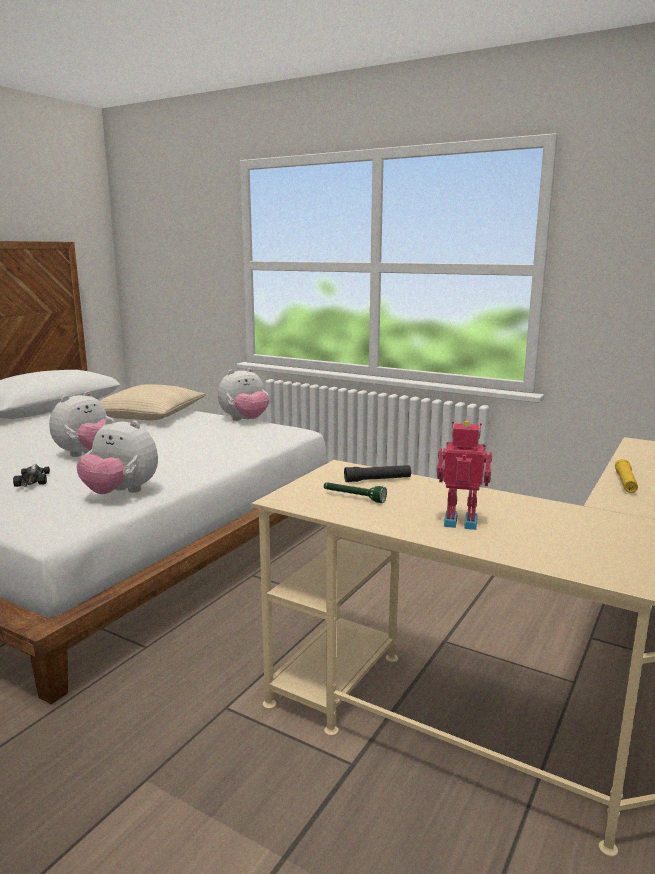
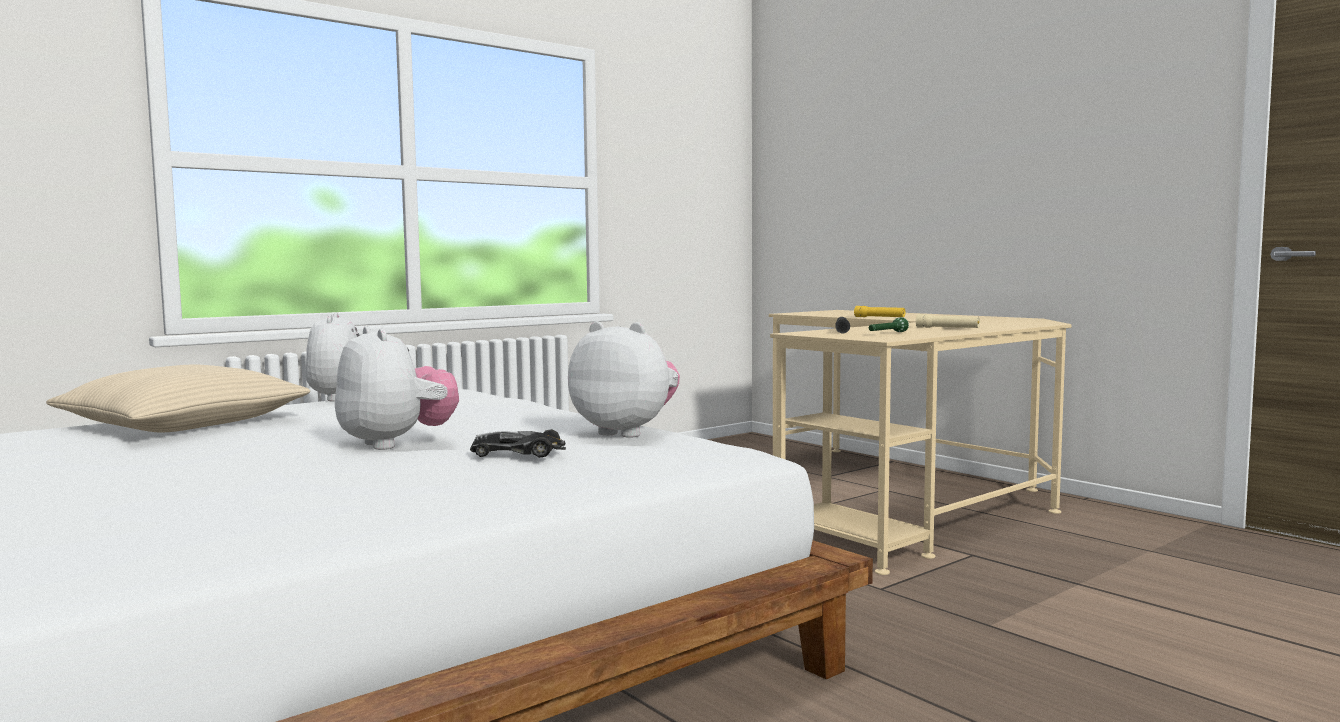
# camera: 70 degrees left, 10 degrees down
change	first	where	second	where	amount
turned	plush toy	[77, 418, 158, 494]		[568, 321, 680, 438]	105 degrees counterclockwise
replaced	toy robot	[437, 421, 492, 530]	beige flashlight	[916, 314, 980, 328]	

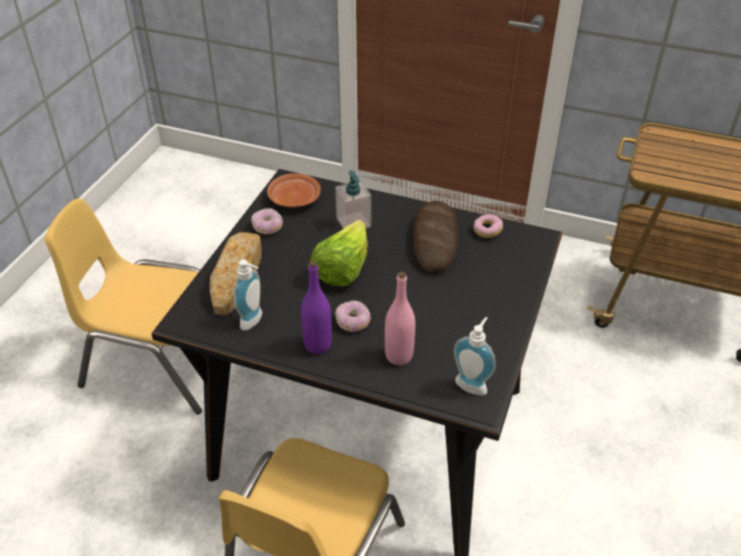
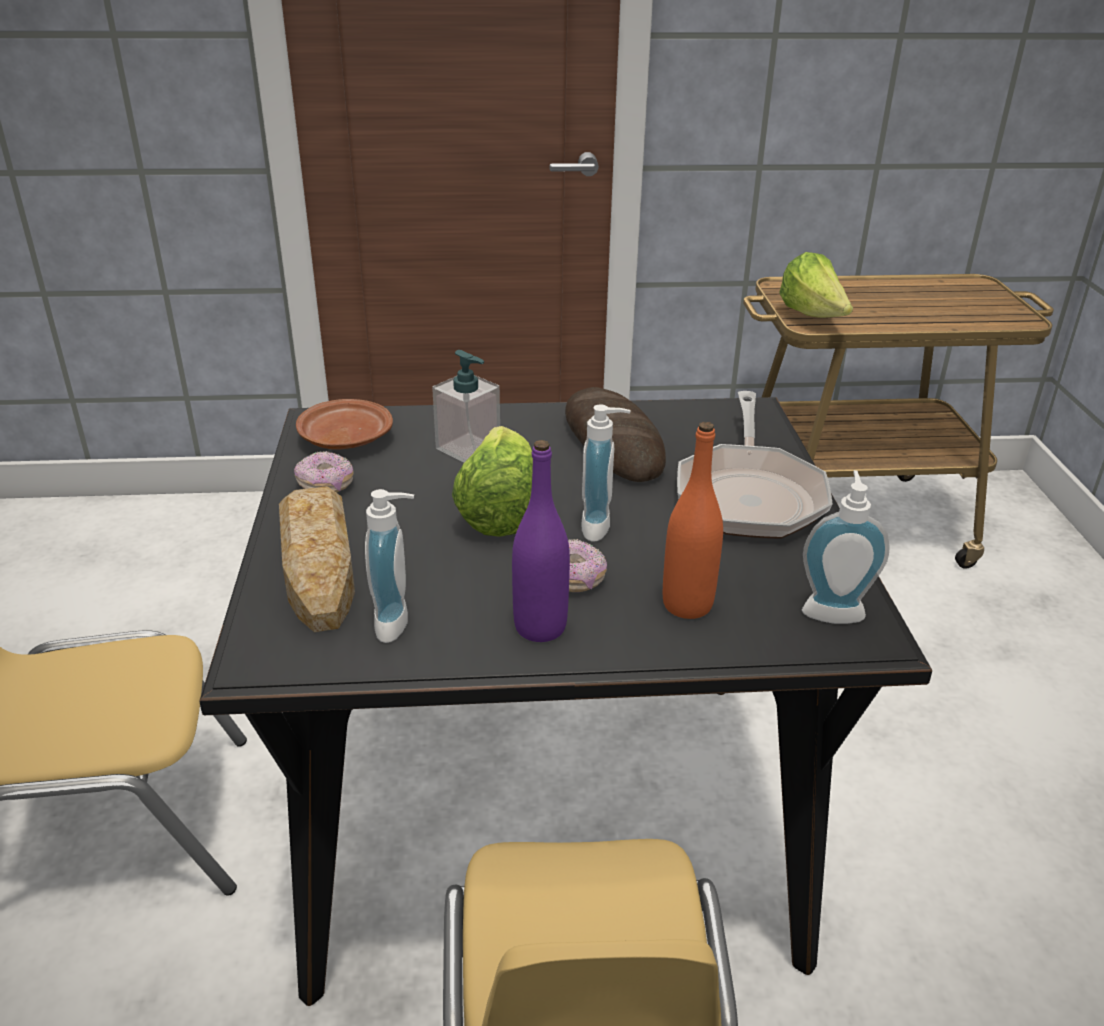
# camera: 25 degrees left, 10 degrees down
change	first	where	second	where	amount
added			soap dispenser	[581, 405, 631, 542]	
recoloured	pink bottle	[385, 271, 415, 365]	orange bottle	[663, 422, 723, 619]	
added			frying pan	[677, 391, 833, 539]	
added			lettuce	[779, 252, 853, 318]	
removed	donut	[473, 214, 503, 238]			

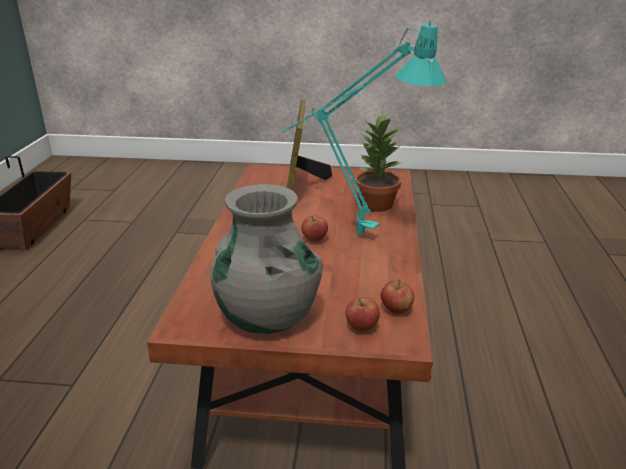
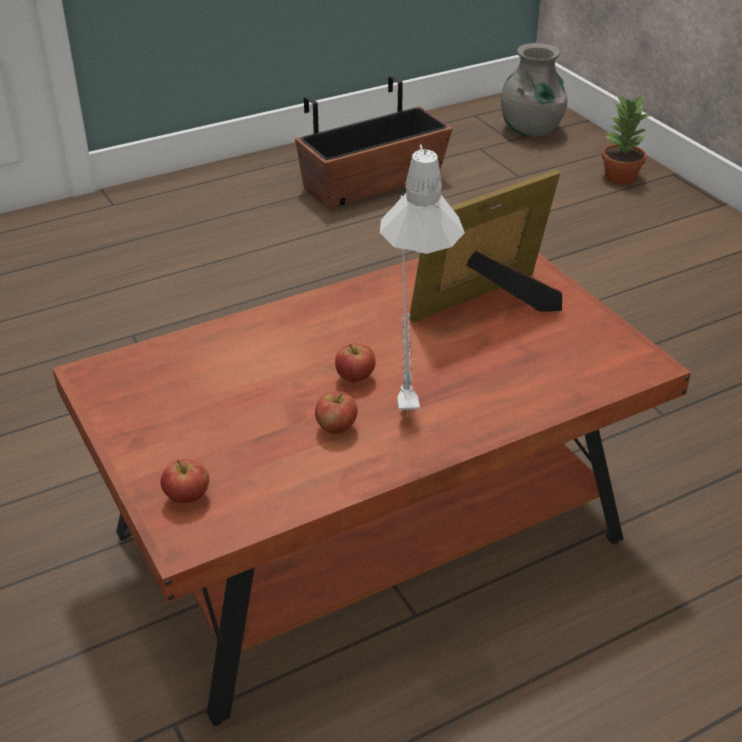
# camera: 55 degrees right, 10 degrees up
change	first	where	second	where	amount
moved	apple	[381, 279, 414, 315]		[315, 391, 357, 434]	
recoloured	turquoise table lamp	[282, 21, 446, 236]	grey table lamp	[380, 145, 465, 417]	
moved	grey vase	[210, 184, 323, 334]		[501, 43, 567, 137]	
moved	potted plant	[355, 113, 401, 212]		[602, 95, 651, 184]	

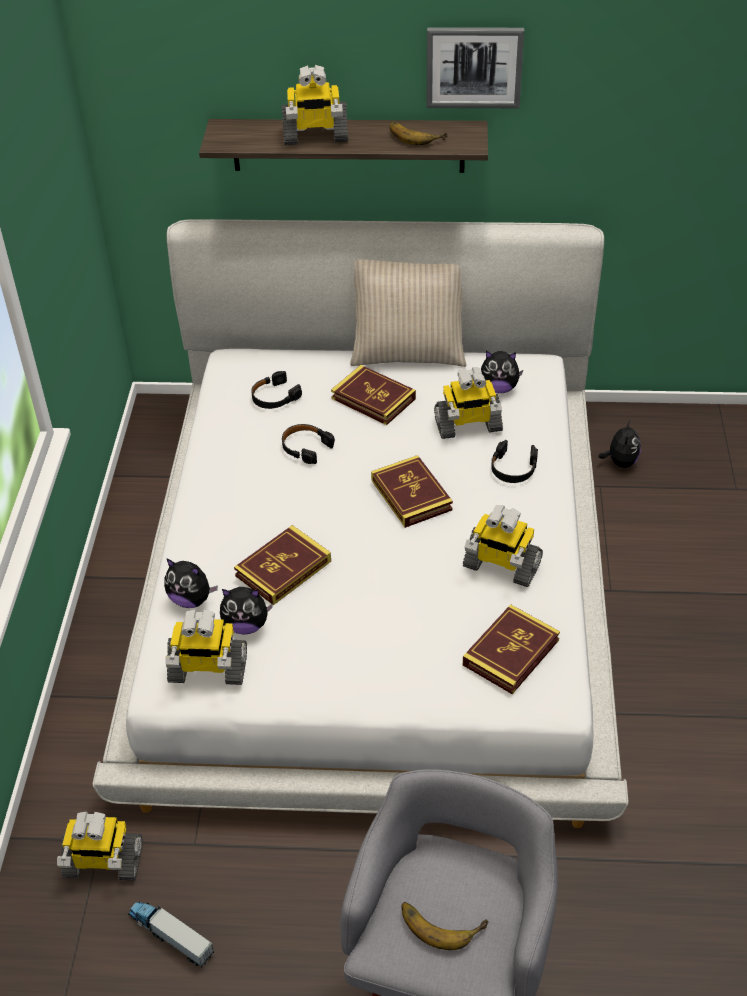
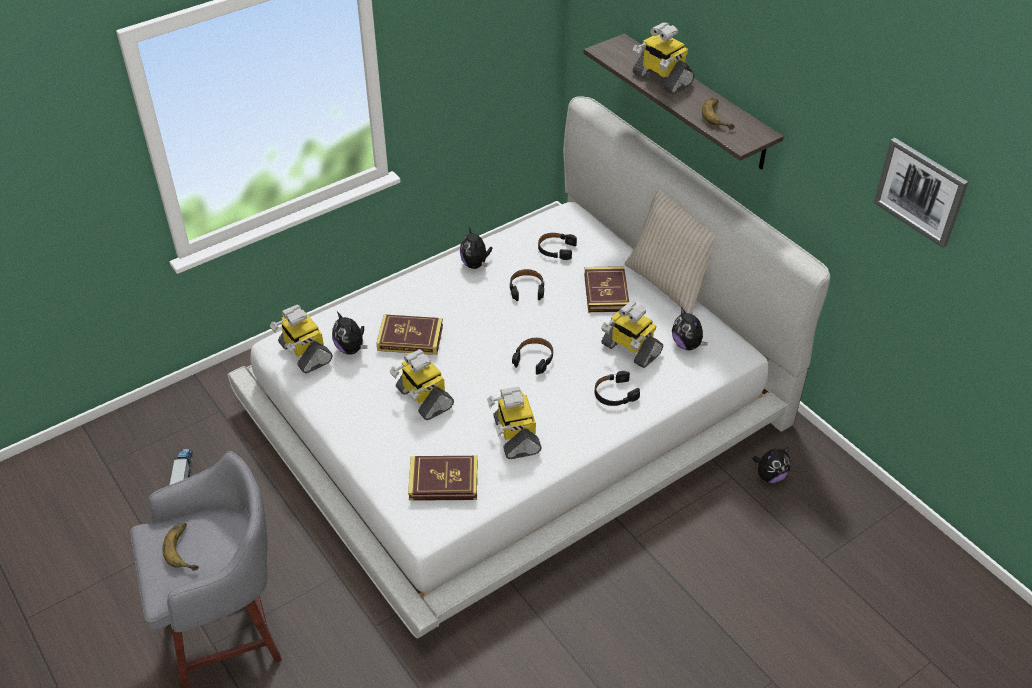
# camera: 50 degrees right, 0 degrees up
change	first	where	second	where	amount
moved	toy robot	[57, 812, 143, 881]		[390, 349, 454, 420]	
moved	plush toy	[164, 558, 218, 608]		[460, 227, 492, 269]	
replaced	book	[371, 455, 453, 528]	black headphones	[512, 338, 553, 375]	
moved	picture	[426, 27, 524, 108]		[874, 138, 968, 248]	

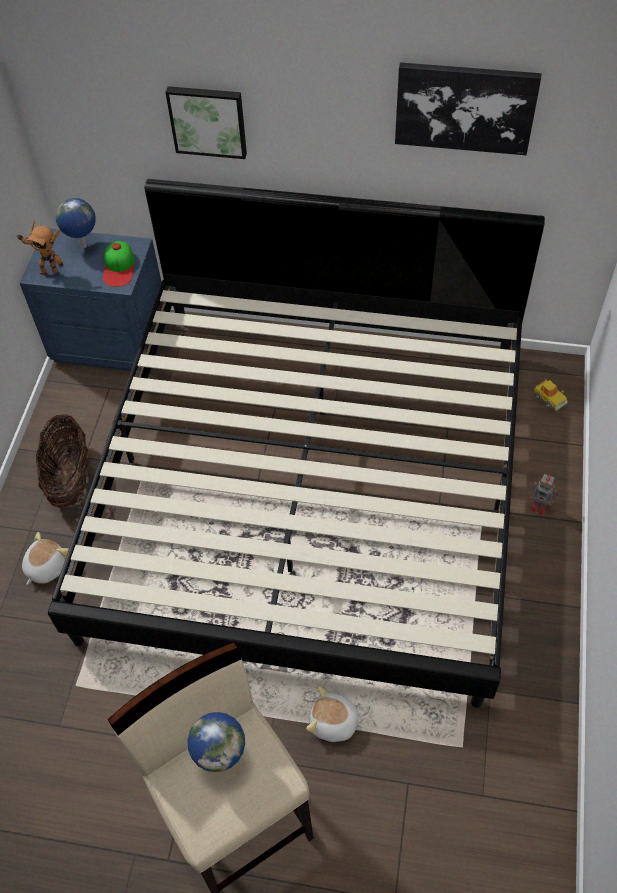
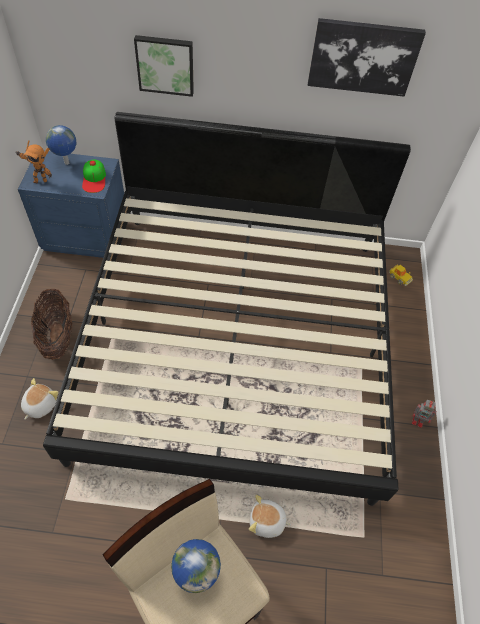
# camera: 10 degrees left, 0 degrees up
change	first	where	second	where	amount
moved	toy robot	[529, 474, 559, 515]		[412, 400, 436, 428]	

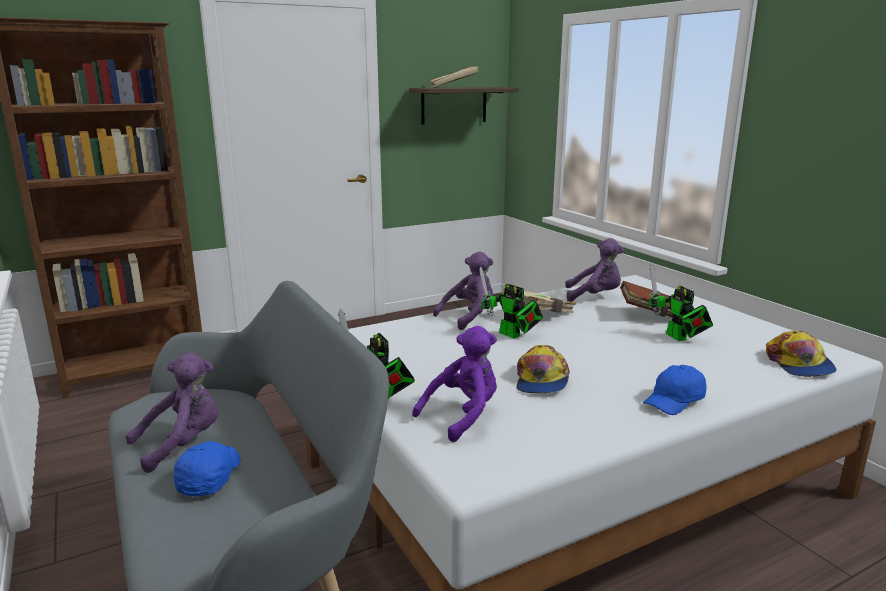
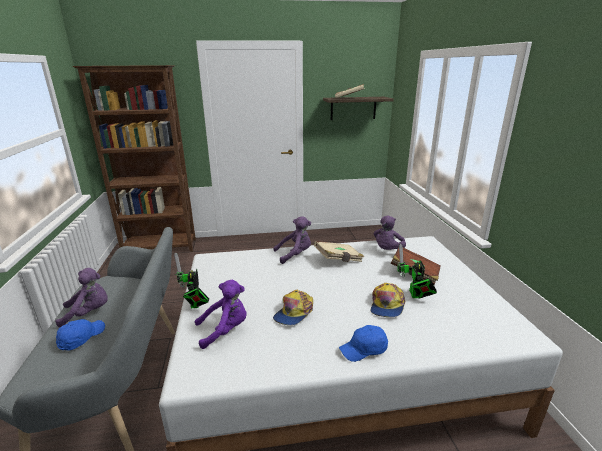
# camera: 20 degrees right, 5 degrees up
change	first	where	second	where	amount
moved	cap	[766, 331, 837, 377]		[370, 283, 405, 317]	
turned	purple plush toy	[565, 238, 624, 302]		[374, 216, 406, 250]	90 degrees clockwise
removed	toy robot	[479, 267, 543, 338]			

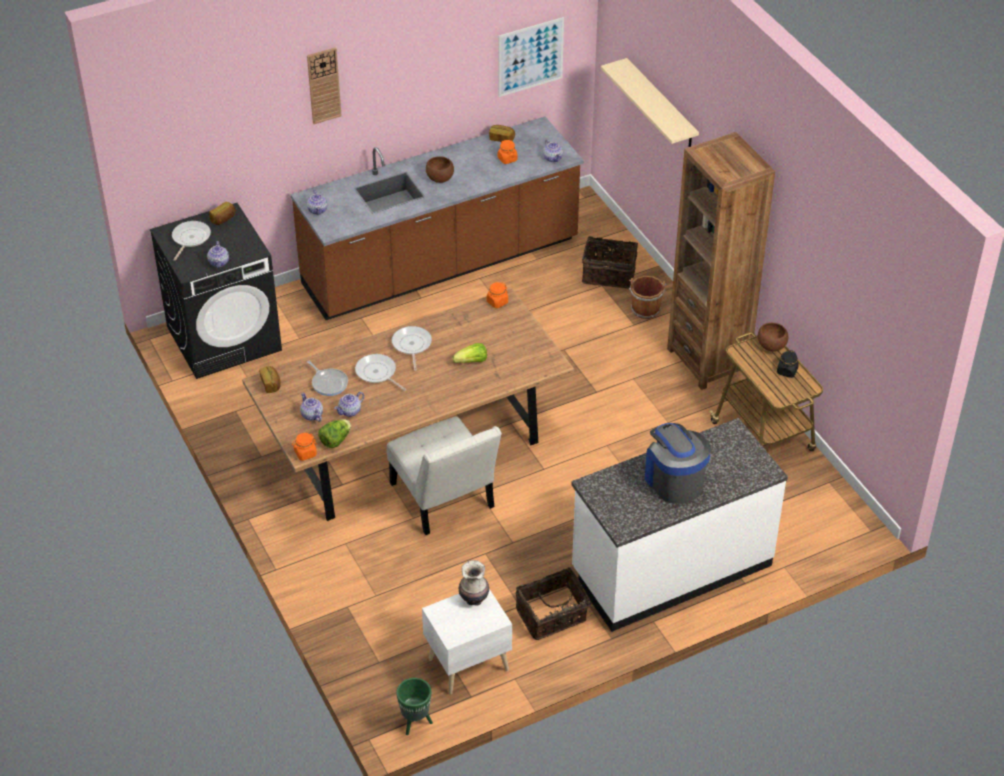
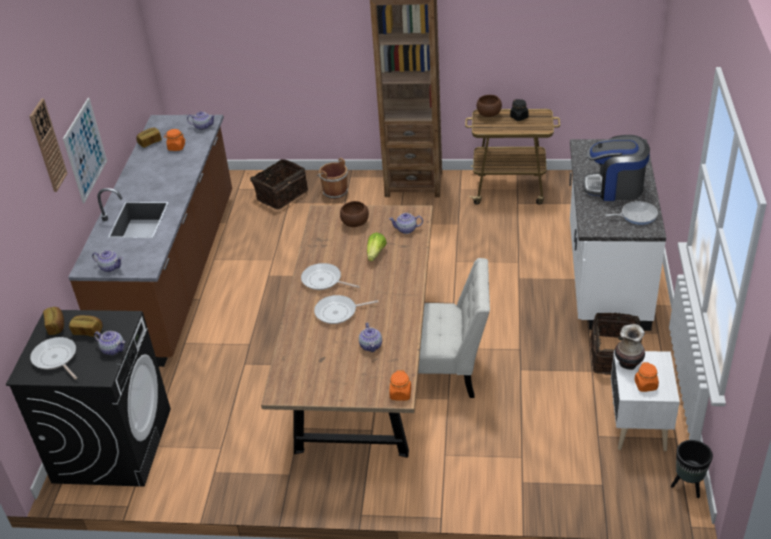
# camera: 55 degrees left, 5 degrees down
change	first	where	second	where	amount
moved	picture	[498, 17, 564, 97]		[63, 98, 107, 203]	
moved	bread	[259, 366, 281, 393]		[69, 315, 103, 337]	
moved	brown bowl	[426, 156, 454, 183]		[340, 201, 369, 227]	
moved	teapot	[300, 393, 323, 422]		[389, 213, 423, 234]	
moved	frying pan	[307, 361, 348, 396]		[605, 201, 658, 225]	
moved	orange jar	[487, 282, 508, 308]		[634, 362, 659, 392]	
recoloured	green planter	[396, 678, 433, 735]	black planter	[671, 440, 713, 498]	
removed	lettuce	[318, 419, 351, 448]			
removed	beige shelf	[601, 58, 699, 147]			

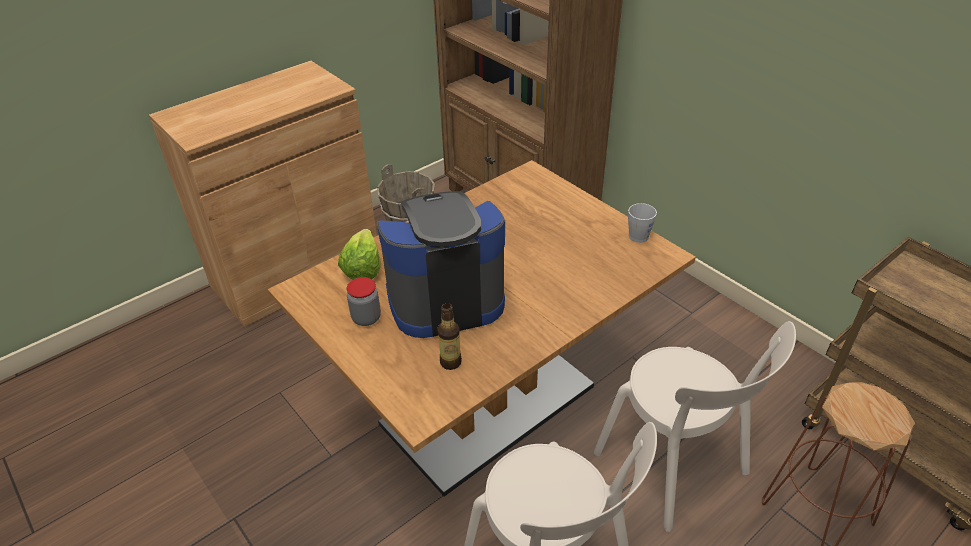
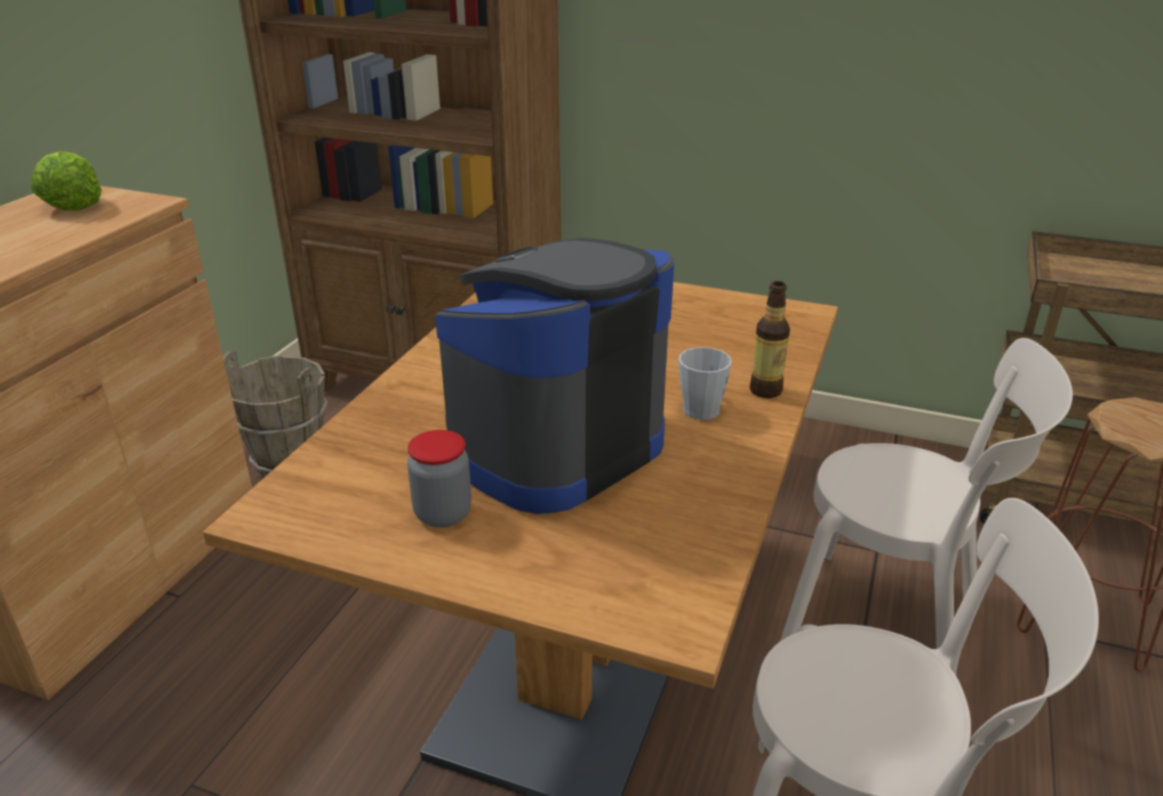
# camera: 30 degrees left, 10 degrees down
change	first	where	second	where	amount
moved	lettuce	[338, 229, 381, 280]		[31, 151, 102, 211]	
moved	grey mug	[628, 203, 657, 243]		[679, 347, 732, 420]	
moved	bottle	[437, 303, 462, 370]		[750, 281, 790, 398]	

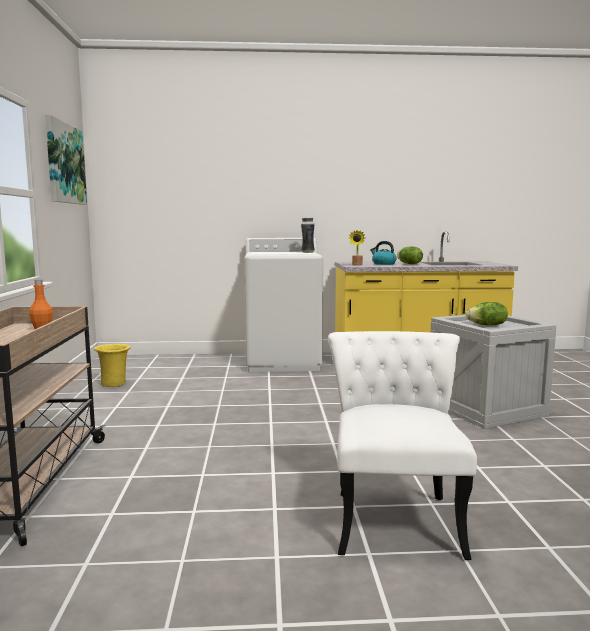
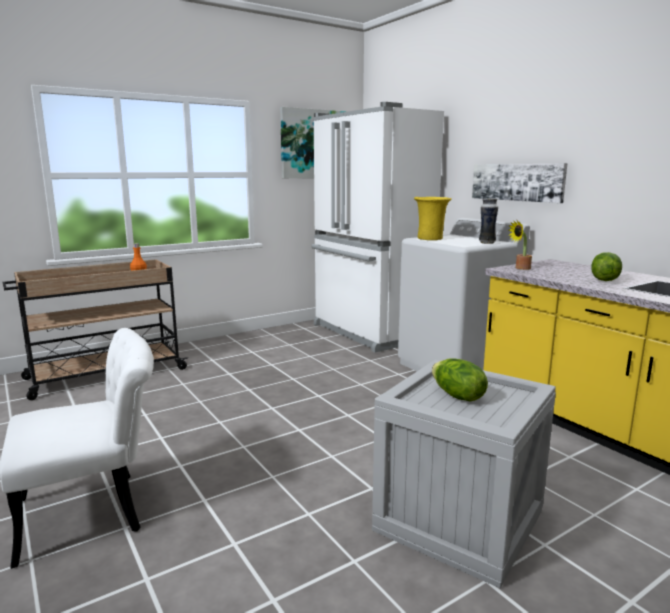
# camera: 60 degrees right, 5 degrees up
change	first	where	second	where	amount
added			white fridge	[311, 102, 444, 352]	
moved	yellow vase	[94, 344, 131, 387]		[414, 197, 452, 240]	
added			picture	[472, 163, 567, 203]	
removed	kettle	[370, 241, 397, 265]			

